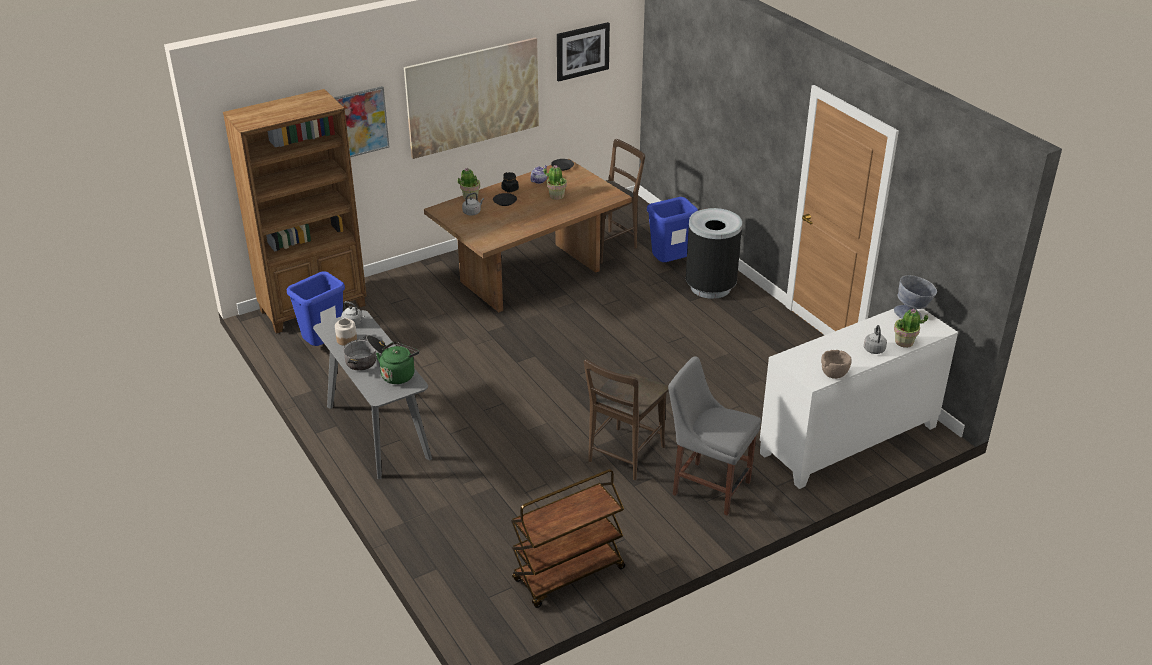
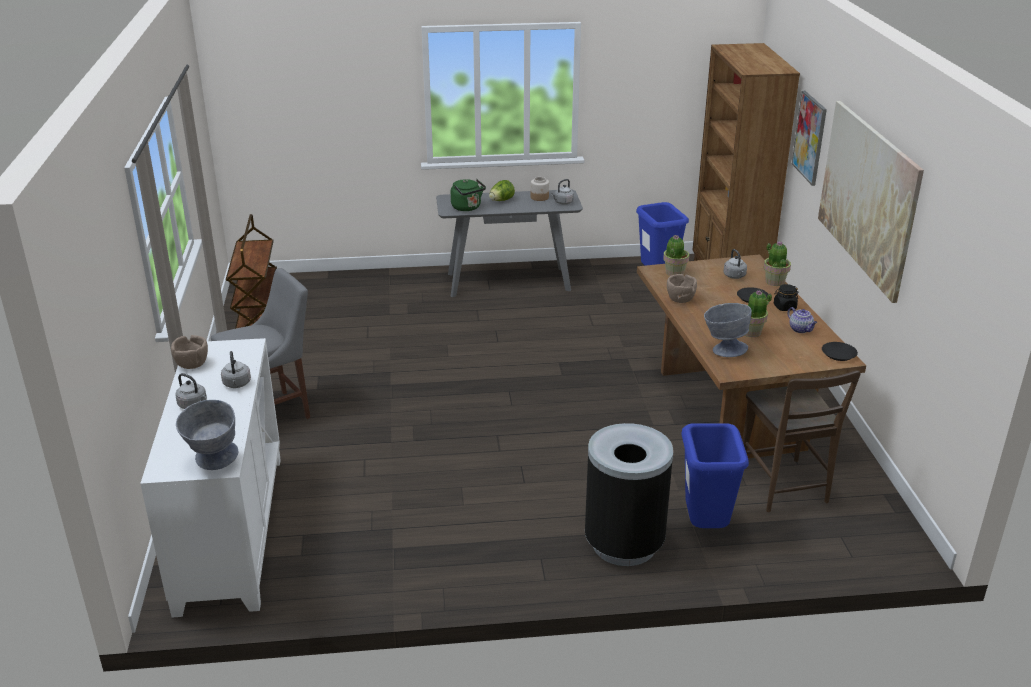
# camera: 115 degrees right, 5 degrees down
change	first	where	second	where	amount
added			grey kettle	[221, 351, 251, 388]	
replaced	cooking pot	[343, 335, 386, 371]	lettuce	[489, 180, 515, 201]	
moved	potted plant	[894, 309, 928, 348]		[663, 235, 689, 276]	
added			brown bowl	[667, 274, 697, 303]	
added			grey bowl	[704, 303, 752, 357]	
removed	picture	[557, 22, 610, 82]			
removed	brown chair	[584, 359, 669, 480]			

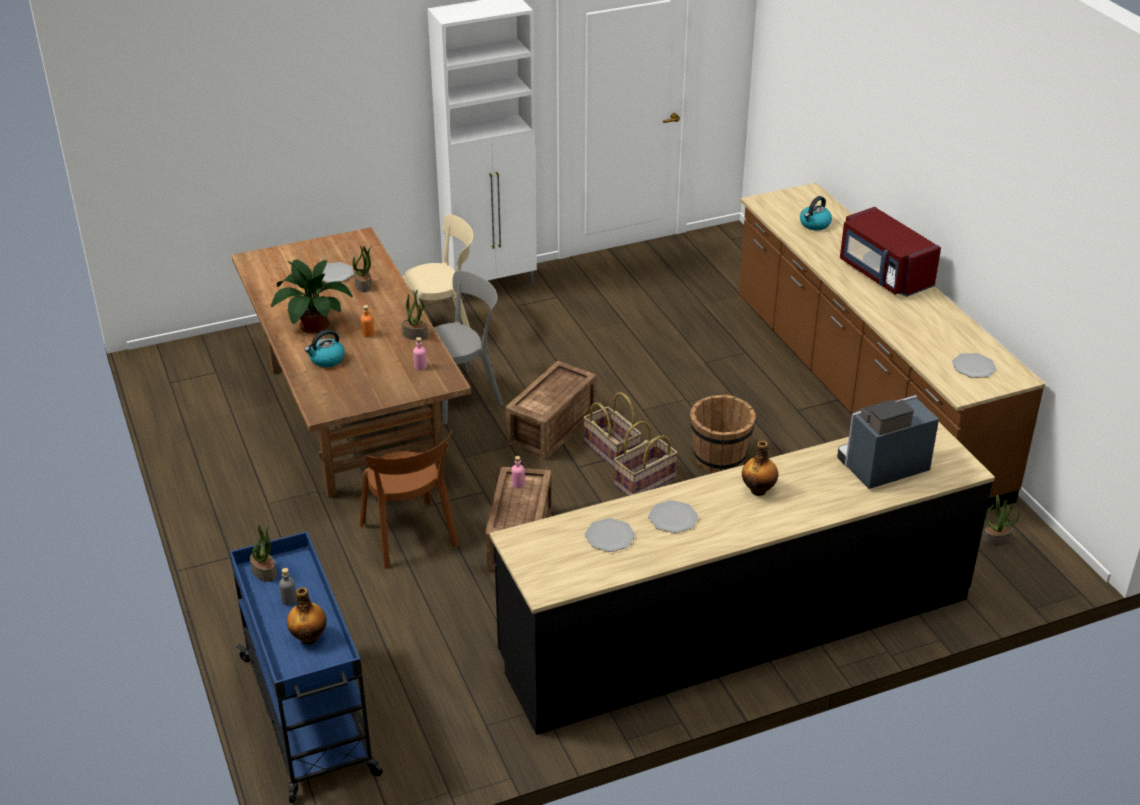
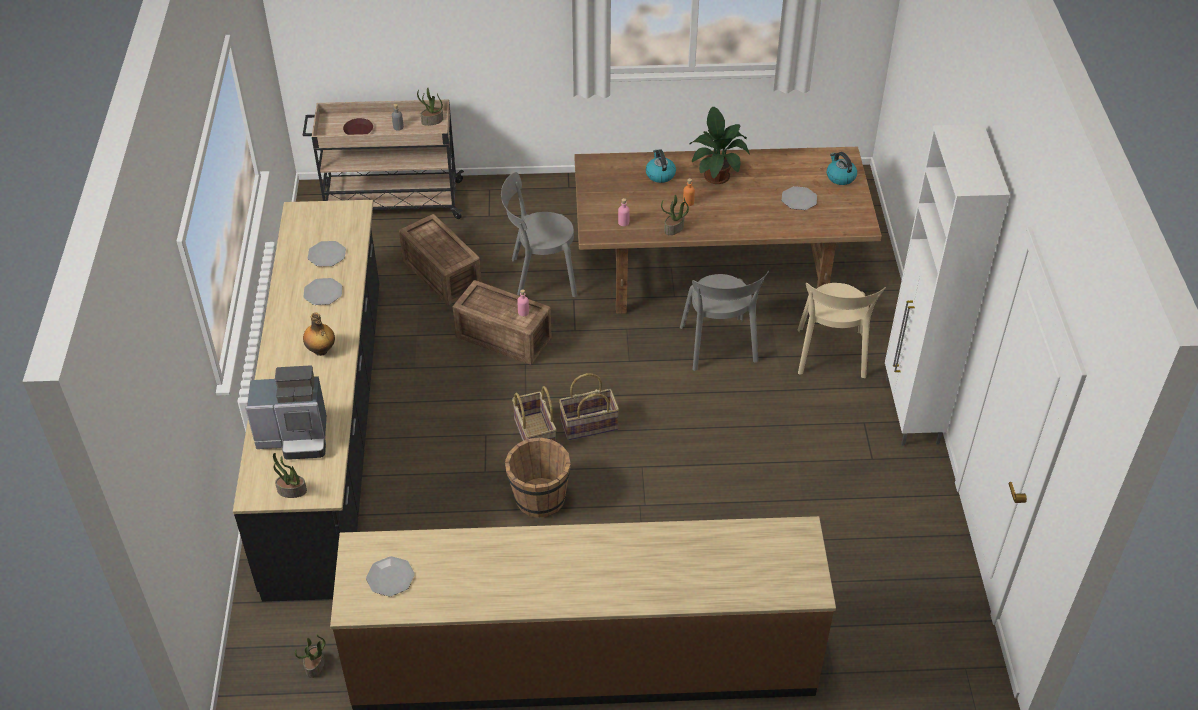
# camera: 110 degrees right, 10 degrees up
change	first	where	second	where	amount
turned	coffee machine	[837, 395, 939, 489]		[245, 365, 327, 460]	90 degrees clockwise
moved	potted plant	[353, 245, 372, 292]		[273, 453, 307, 498]	
recoloured	blue cart	[229, 531, 383, 803]	beige cart	[303, 100, 464, 219]	
replaced	bottle	[287, 587, 327, 644]	brown plate	[343, 118, 373, 135]	
moved	crate	[506, 361, 597, 460]		[399, 214, 482, 305]	
recoloured	brown chair	[360, 431, 458, 569]	grey chair	[501, 172, 577, 297]	
moved	kettle	[800, 196, 832, 230]		[827, 152, 857, 185]	
removed	red microwave	[840, 207, 941, 297]			

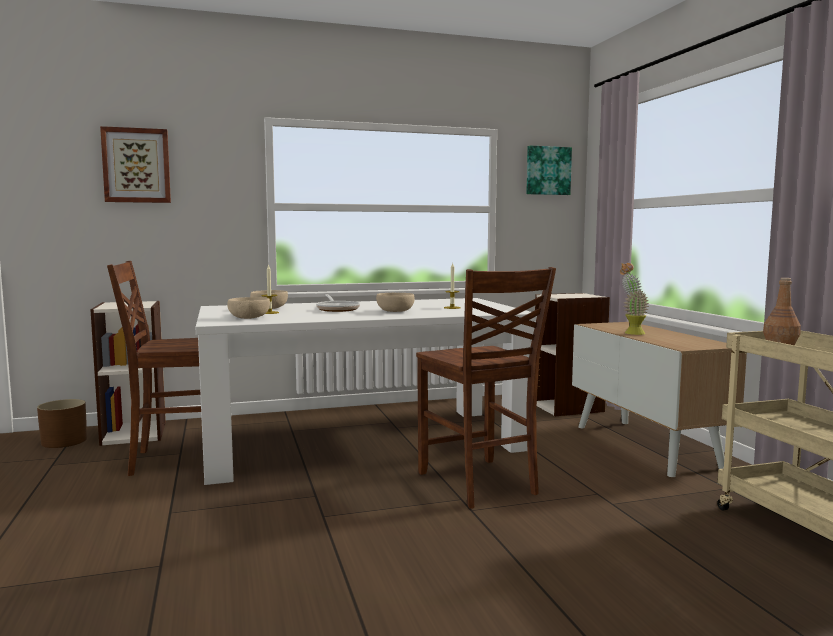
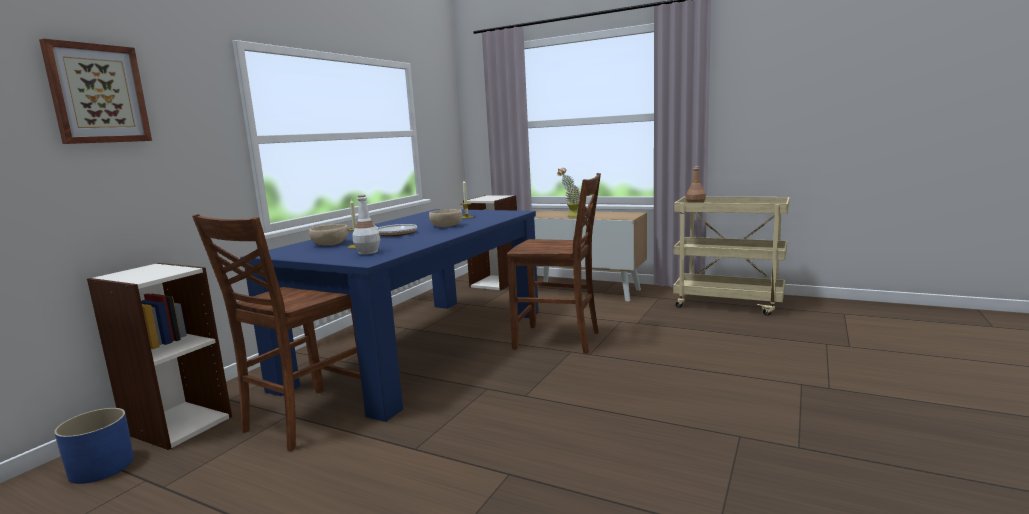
# camera: 45 degrees left, 5 degrees up
change	first	where	second	where	amount
recoloured	brown planter	[37, 399, 87, 448]	blue planter	[54, 408, 134, 484]	
recoloured	white dining table	[196, 298, 537, 485]	blue dining table	[240, 209, 539, 422]	
replaced	beige bowl	[227, 297, 270, 319]	white bottle	[352, 195, 381, 255]	
removed	picture	[526, 146, 572, 195]			

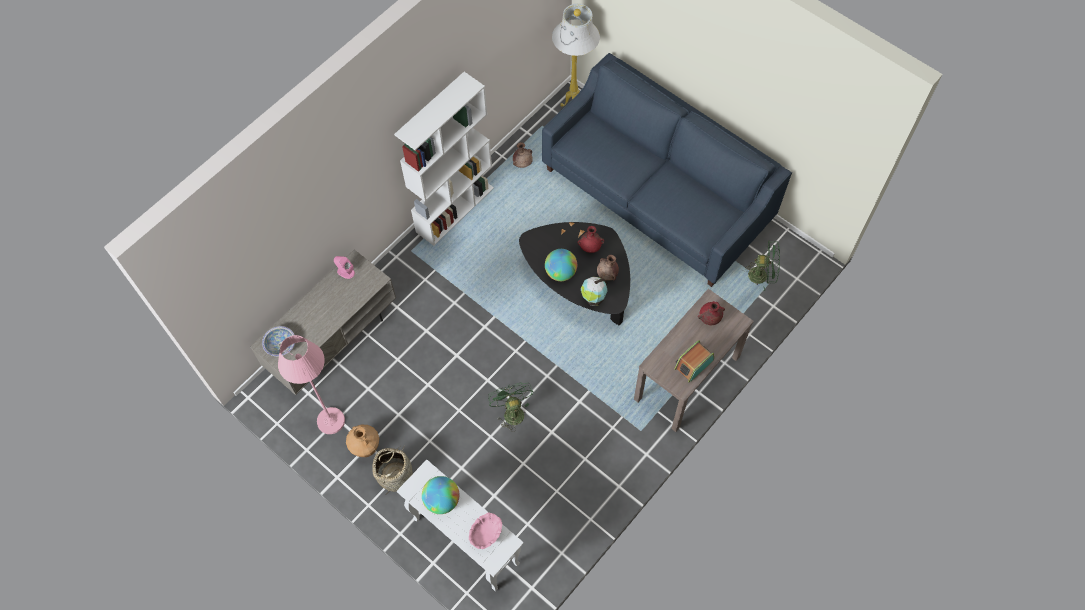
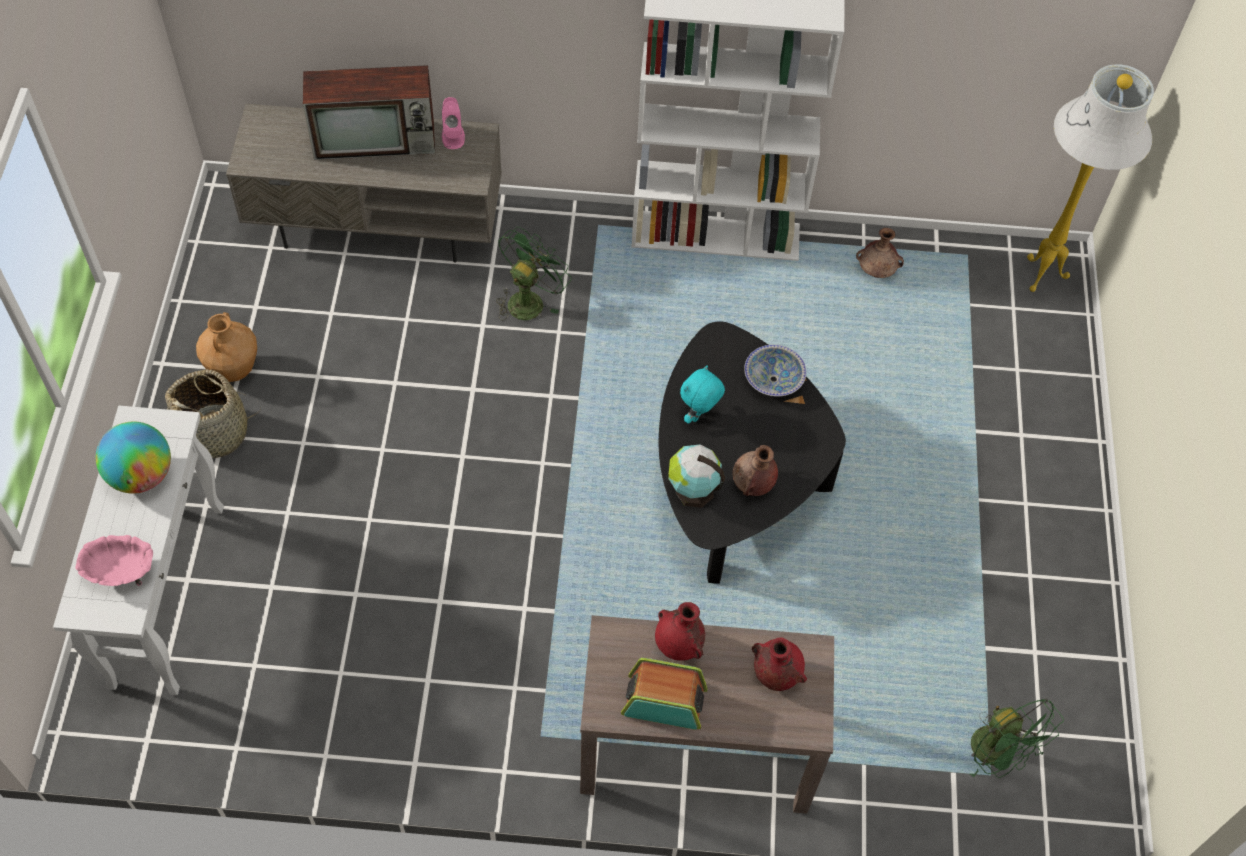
# camera: 50 degrees right, 5 degrees down
change	first	where	second	where	amount
added			television	[303, 65, 435, 160]	
moved	green fan	[488, 383, 534, 432]		[496, 227, 572, 320]	
moved	red vase	[578, 226, 604, 253]		[655, 602, 705, 661]	
replaced	globe	[545, 249, 577, 281]	turquoise plush toy	[680, 365, 725, 424]	
moved	bowl	[262, 326, 295, 356]		[744, 345, 806, 397]	
removed	pink floor lamp	[278, 335, 345, 434]			
removed	blue sofa	[542, 53, 792, 287]			

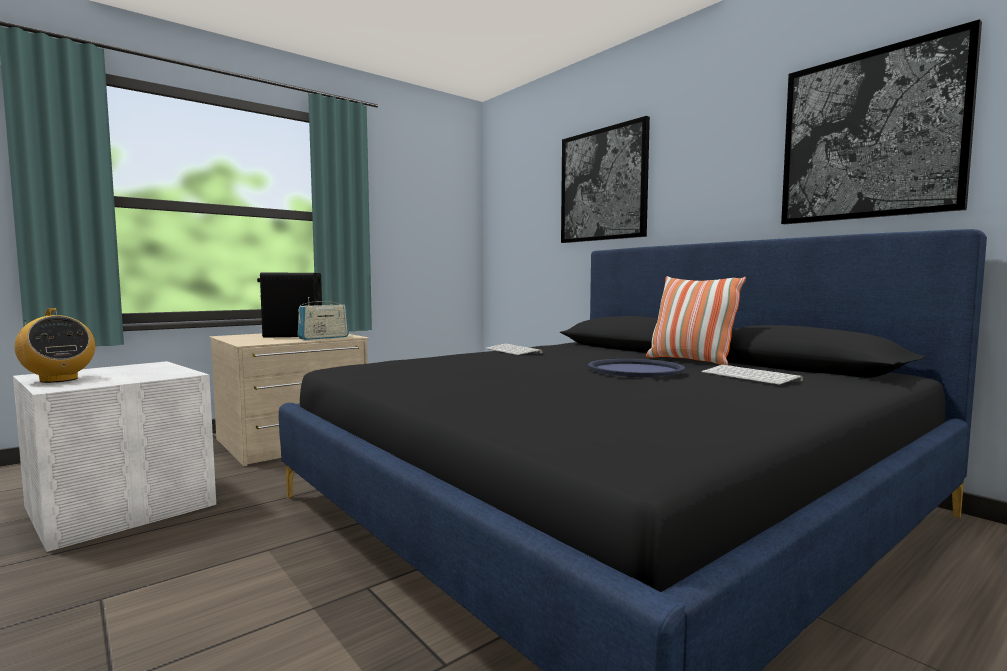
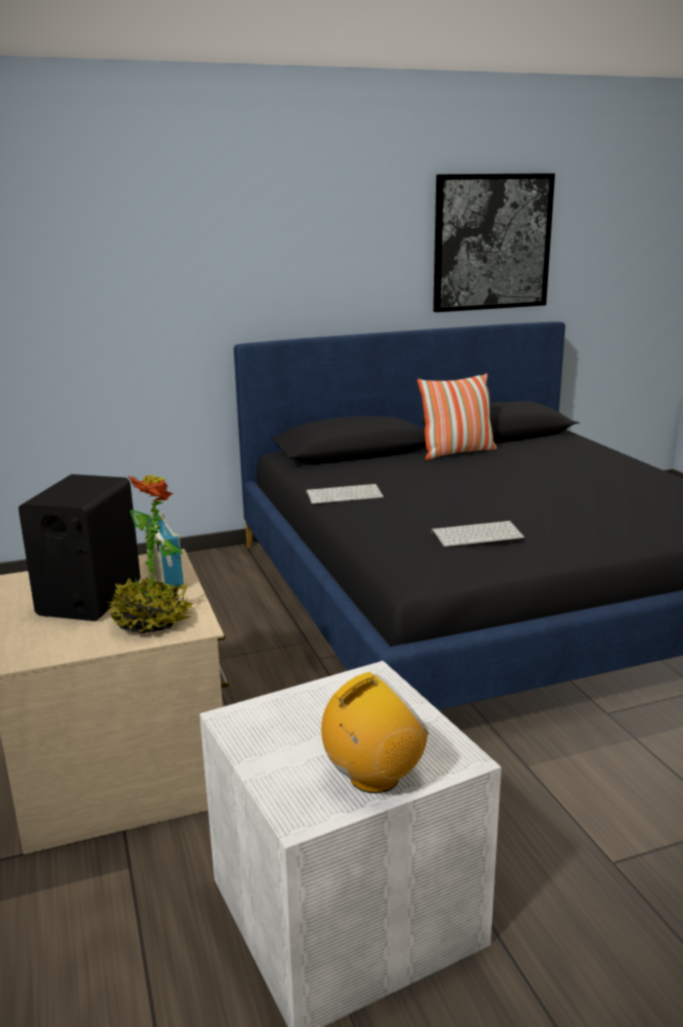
# camera: 70 degrees left, 15 degrees up
change	first	where	second	where	amount
added			potted plant	[108, 474, 194, 634]	
moved	keyboard	[701, 365, 803, 385]		[431, 521, 525, 547]	
removed	picture	[561, 116, 650, 243]			
removed	blue tray	[588, 359, 685, 377]			

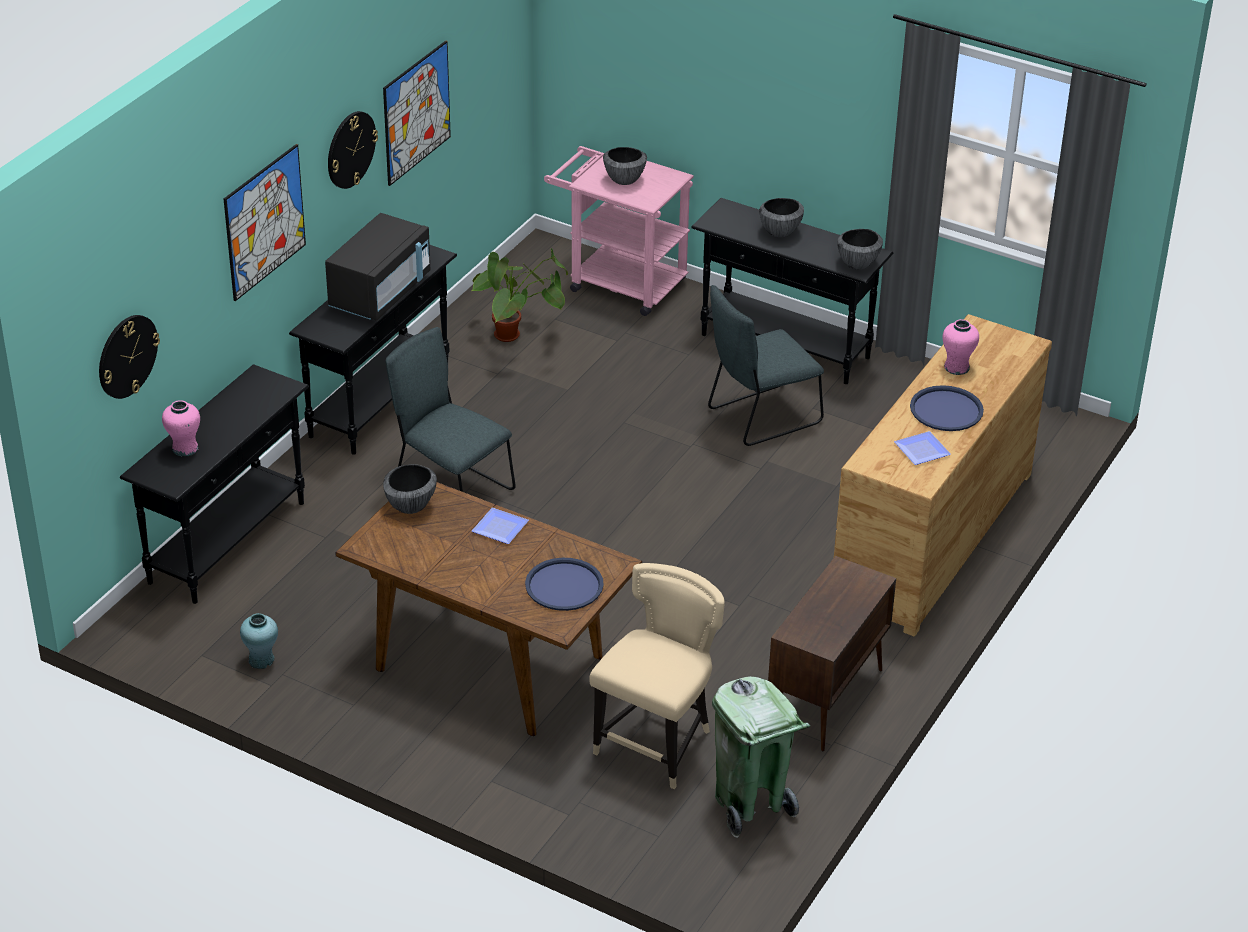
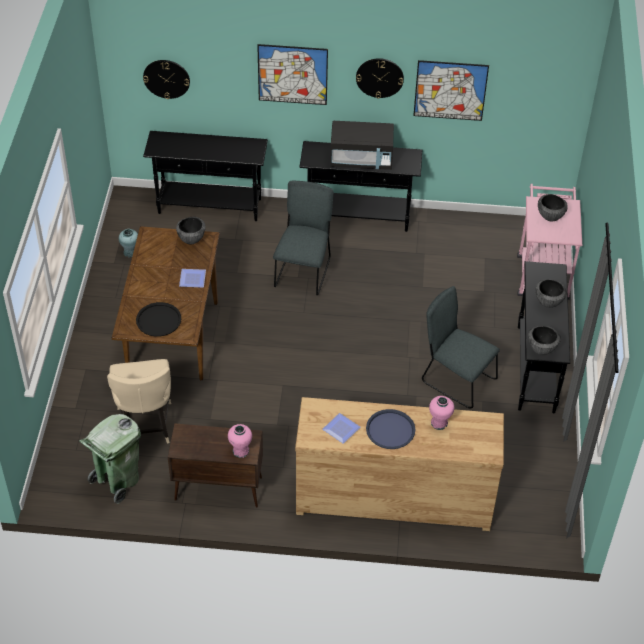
# camera: 65 degrees right, 10 degrees up
change	first	where	second	where	amount
turned	beige chair	[589, 563, 725, 789]		[107, 359, 171, 443]	75 degrees clockwise
recoloured	blue tray	[525, 558, 604, 611]	black tray	[136, 302, 181, 337]	
moved	pink vase	[162, 400, 200, 457]		[228, 424, 252, 458]	
removed	potted plant	[471, 248, 568, 342]			

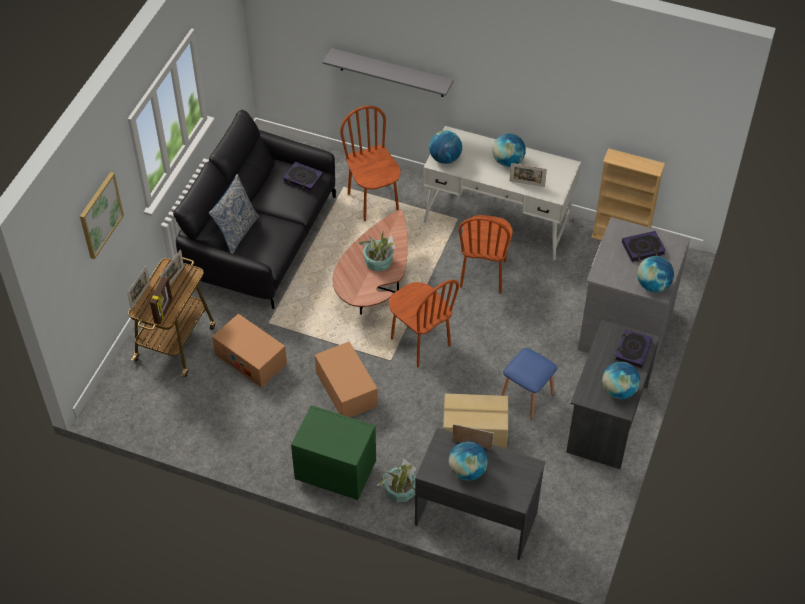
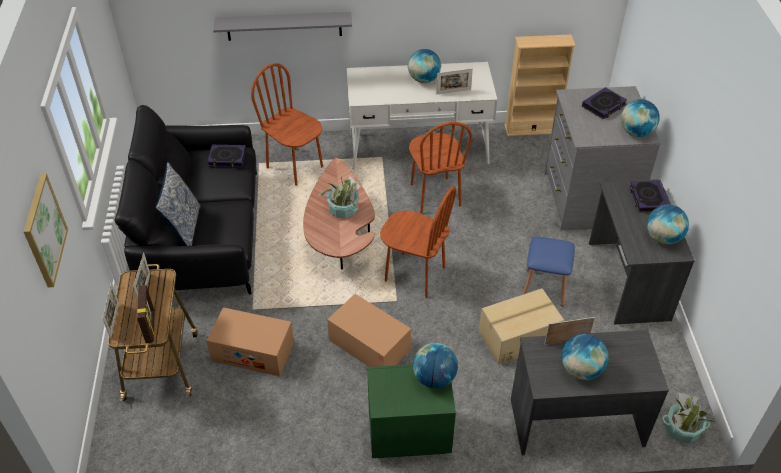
# camera: 25 degrees left, 5 degrees down
change	first	where	second	where	amount
moved	globe	[429, 130, 462, 164]		[413, 343, 458, 388]	
moved	potted plant	[377, 458, 417, 502]		[662, 393, 717, 443]	

